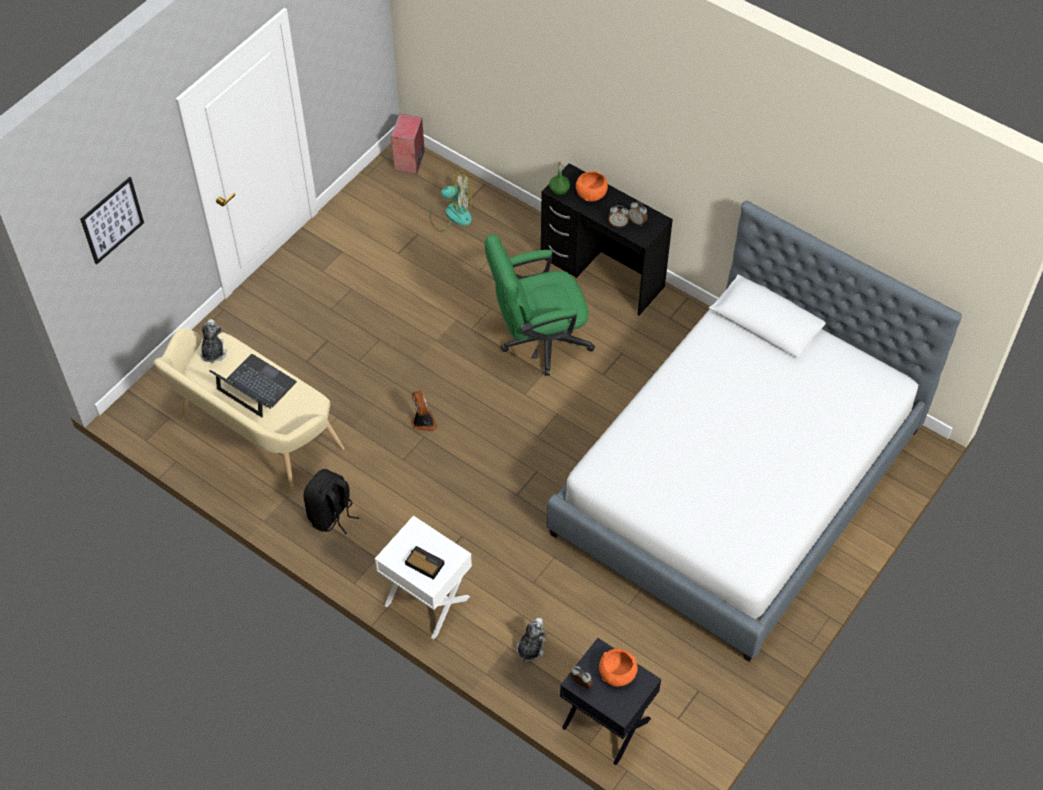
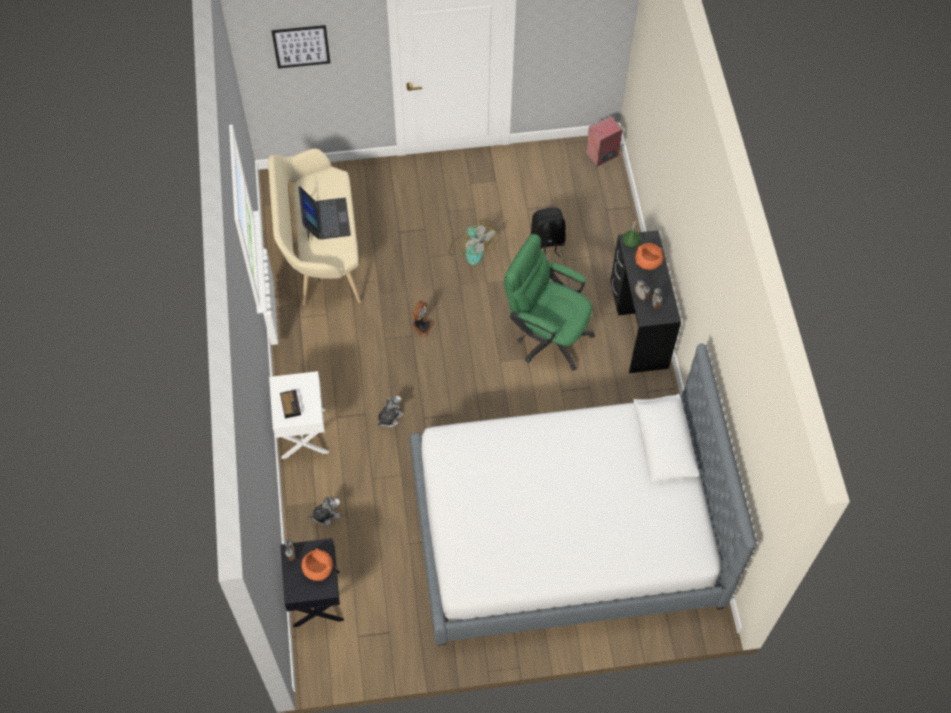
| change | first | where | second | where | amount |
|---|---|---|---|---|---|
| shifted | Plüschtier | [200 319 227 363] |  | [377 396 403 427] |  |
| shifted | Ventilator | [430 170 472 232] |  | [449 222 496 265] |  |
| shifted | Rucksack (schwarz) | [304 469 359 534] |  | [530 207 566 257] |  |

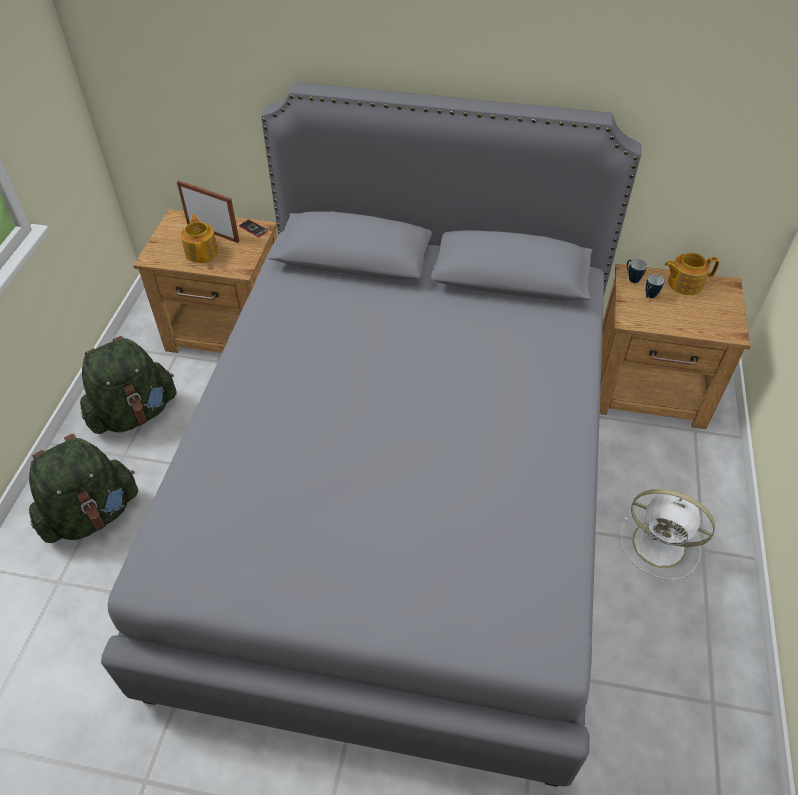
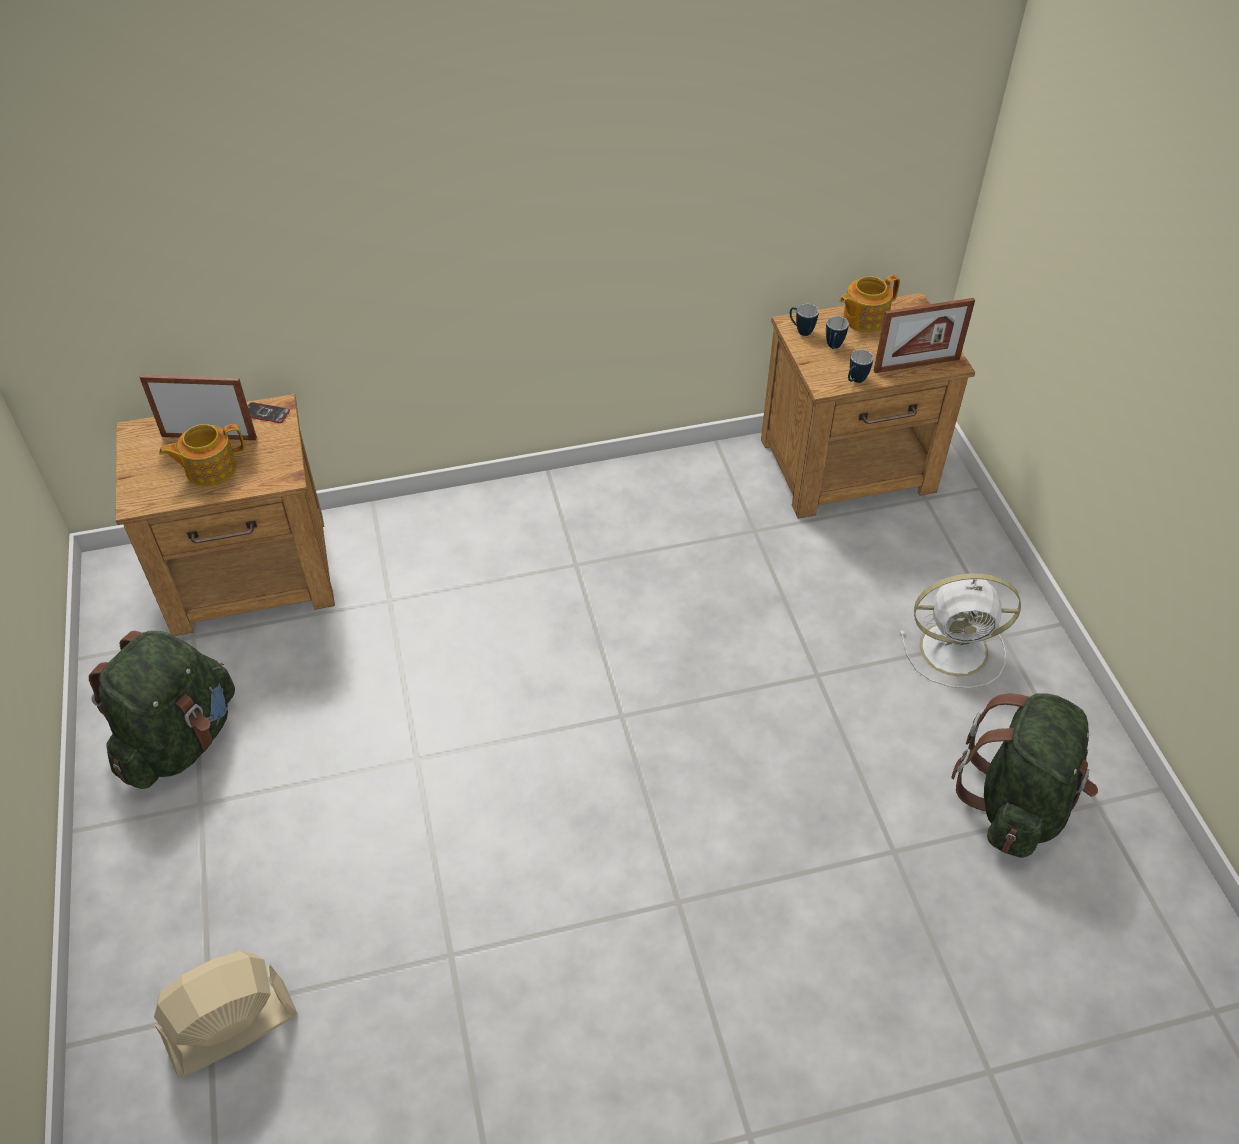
| change | first | where | second | where | amount |
|---|---|---|---|---|---|
| new |  |  | Ventilator (beige) | [154 951 297 1078] |  |
| rotated | Teekanne | [180 214 218 263] |  | [159 424 245 487] | 75 degrees counterclockwise |
| new |  |  | Henkelbecher | [848 350 874 383] |  |
| new |  |  | Bilderrahmen | [874 298 975 373] |  |
| shifted | Rucksack (grün) | [29 433 138 543] |  | [951 693 1098 858] |  |
| gone | Bett (grau) | [101 82 641 787] |  |  |  |

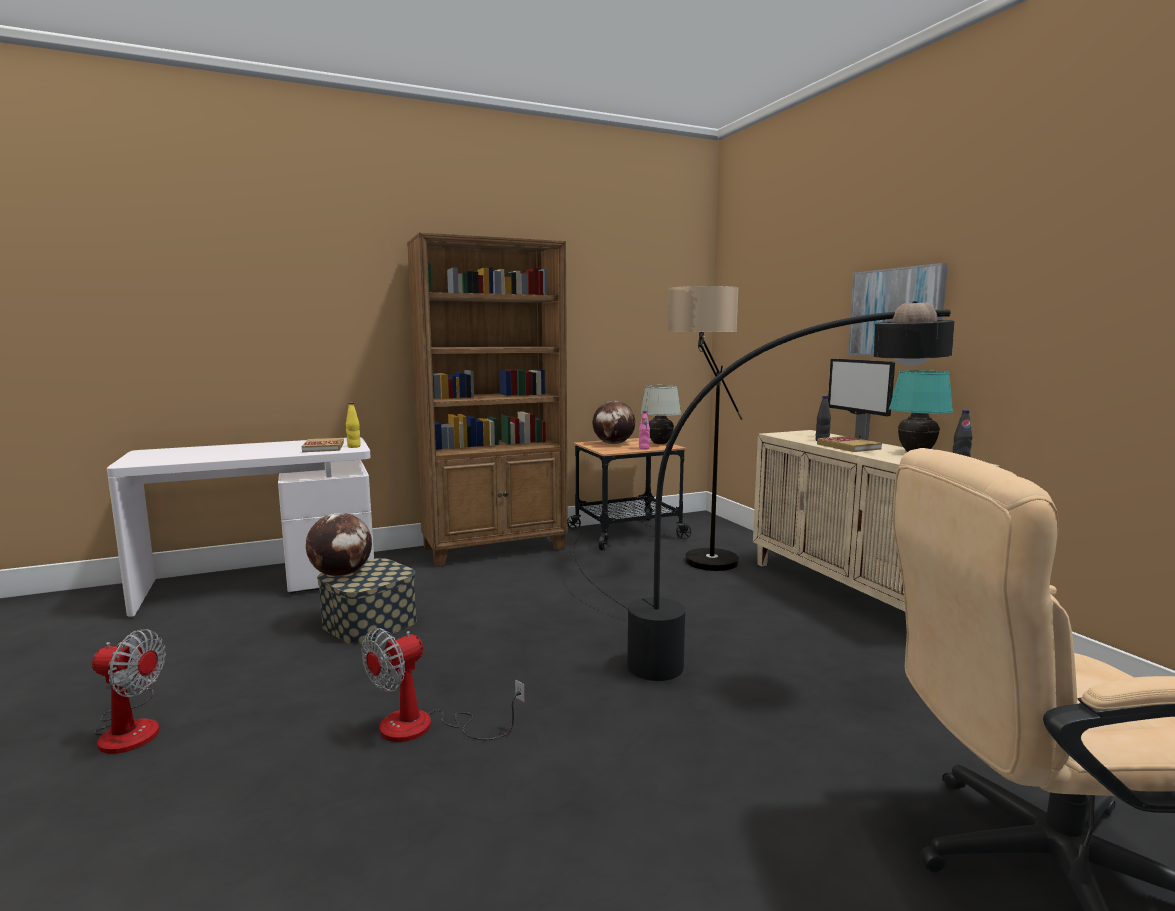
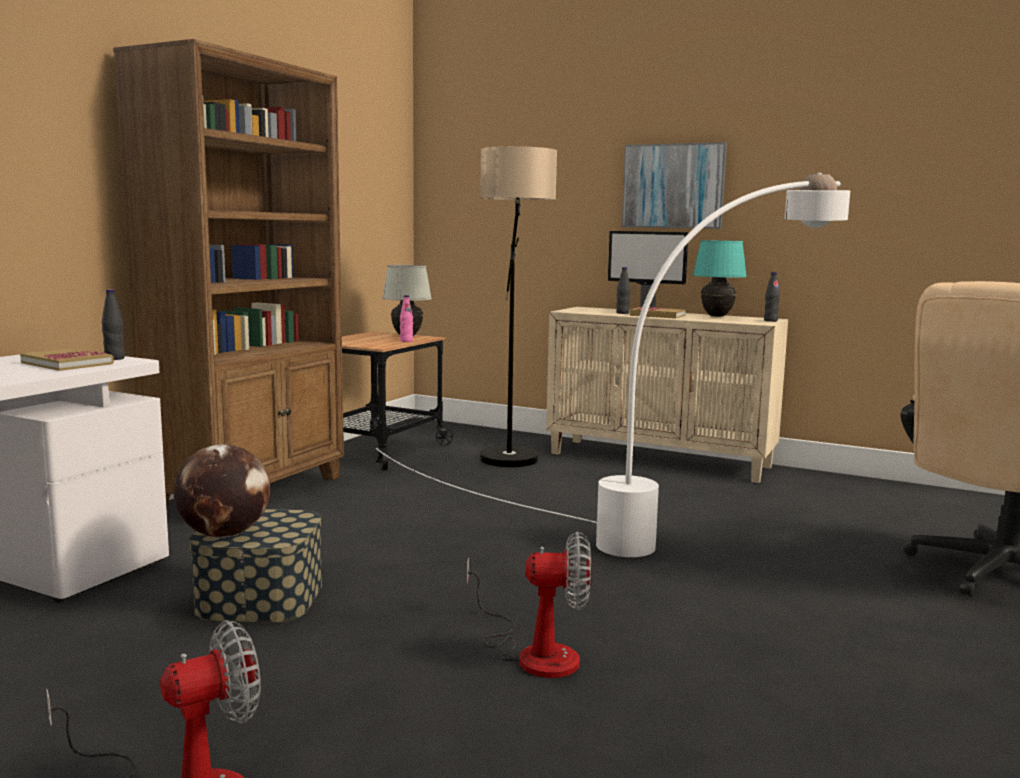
| change | first | where | second | where | amount |
|---|---|---|---|---|---|
| repainted | Flasche (gelb) | [346 402 361 448] | Flasche (schwarz) | [102 289 125 360] |  |
| repainted | Stehlampe (schwarz) | [574 301 954 681] | Stehlampe (weiß) | [376 173 850 557] |  |
| rotated | Ventilator | [362 628 525 742] |  | [467 531 592 678] | 90 degrees counterclockwise |
| gone | Globus | [592 401 635 444] |  |  |  |

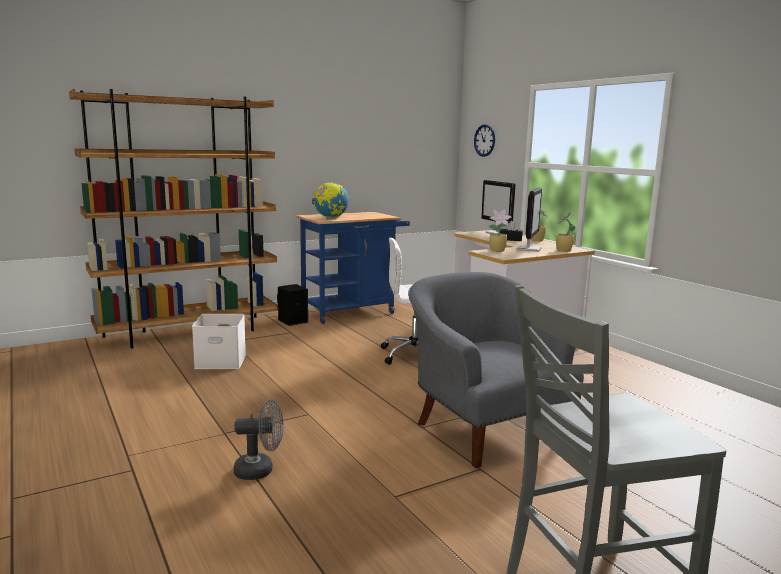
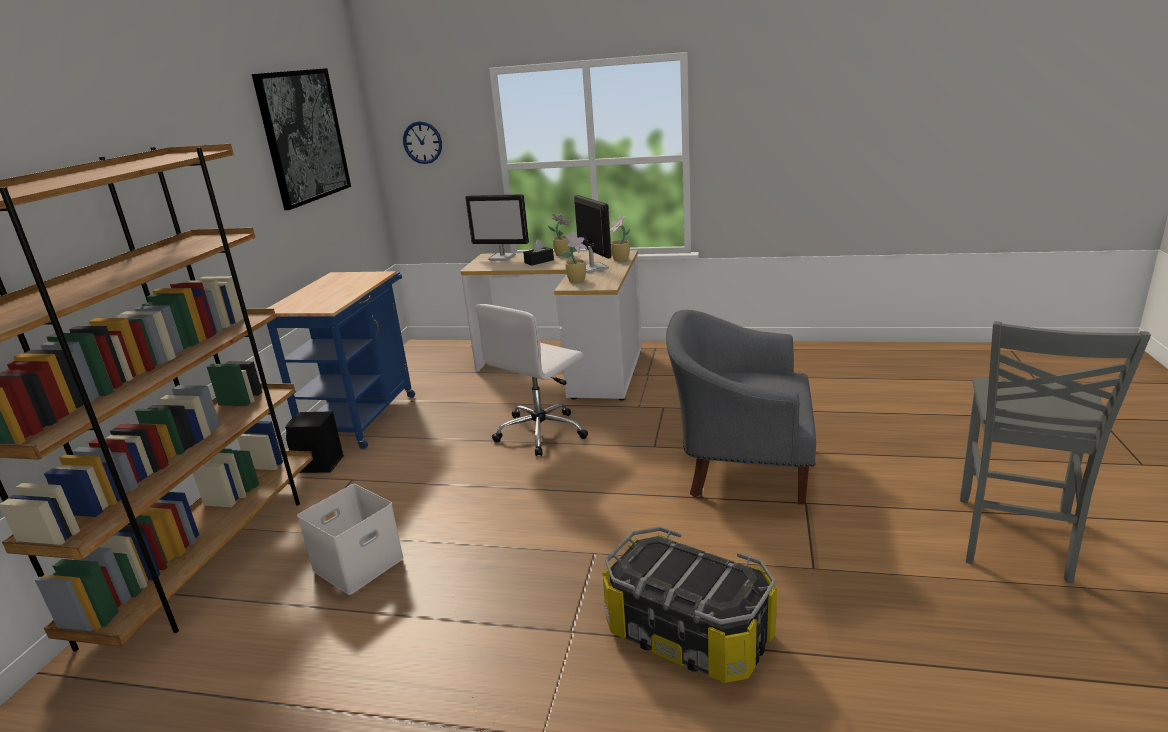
| change | first | where | second | where | amount |
|---|---|---|---|---|---|
| new |  |  | Bild | [252 68 351 210] |  |
| swapped | Ventilator (grau) | [234 399 283 480] | Aufbewahrungsbox | [603 527 777 683] |  |
| gone | Globus | [312 182 349 219] |  |  |  |

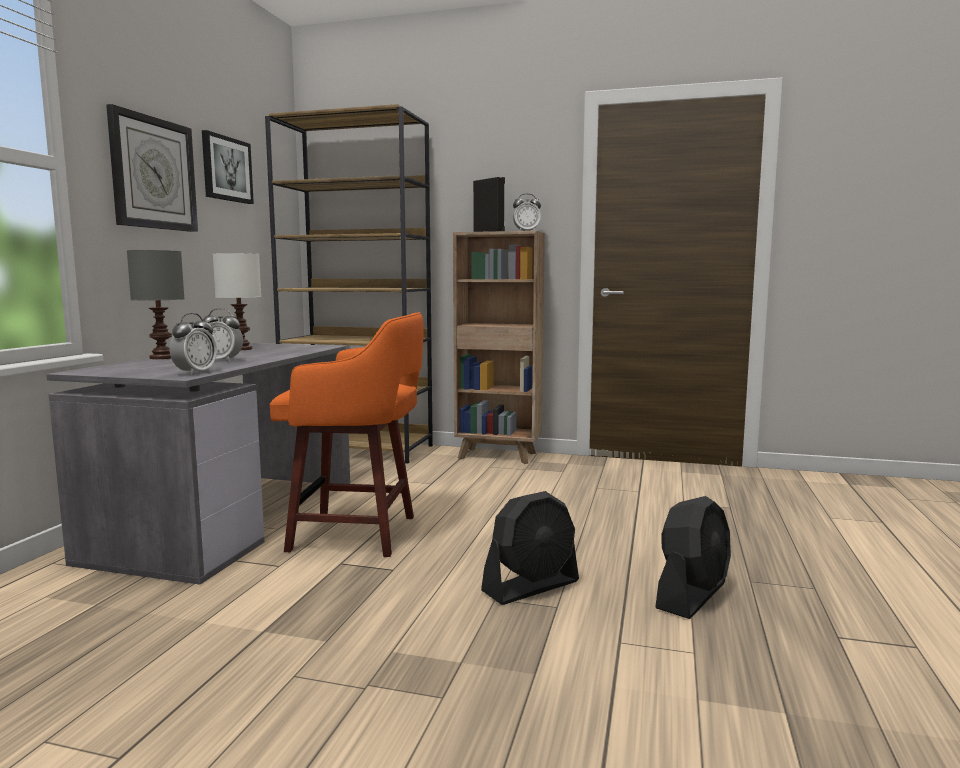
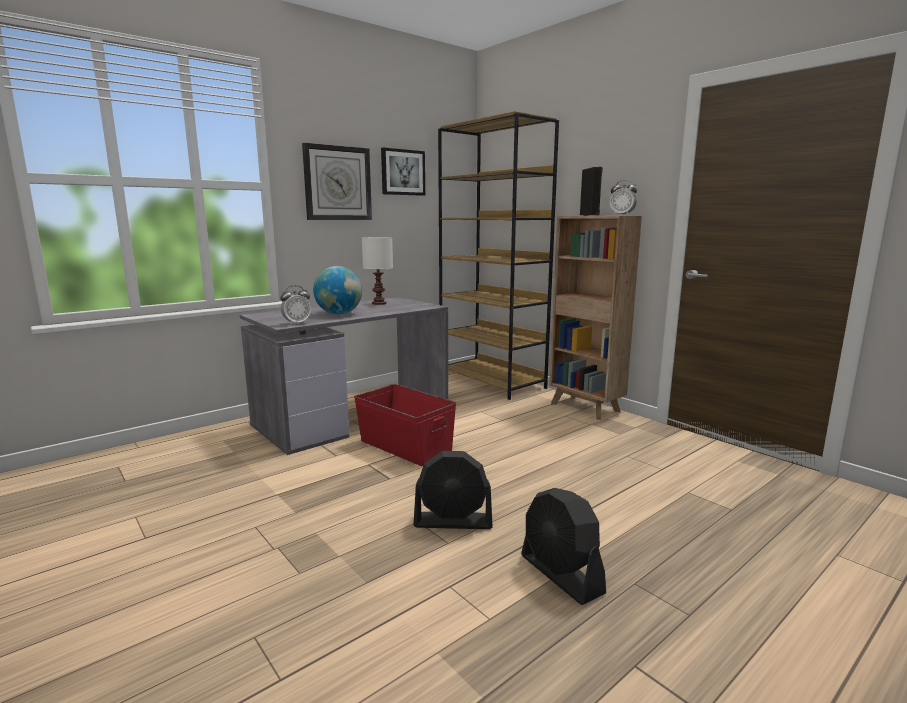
| change | first | where | second | where | amount |
|---|---|---|---|---|---|
| swapped | Wecker | [203 308 243 362] | Globus | [313 266 362 315] |  |
| swapped | Hocker (orange) | [270 312 424 557] | Aufbewahrungsbox (rot) | [354 384 456 466] |  |
| rotated | Ventilator (schwarz) | [655 496 731 619] |  | [521 488 606 605] | 75 degrees clockwise |
| gone | Tischlampe (grau) | [127 250 184 359] |  |  |  |

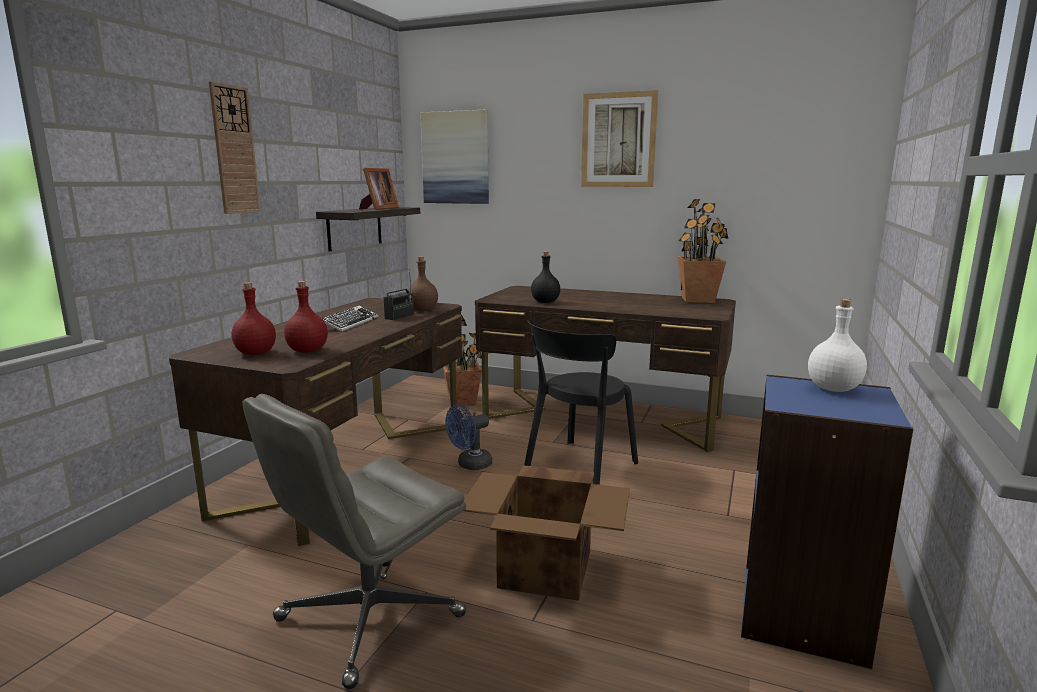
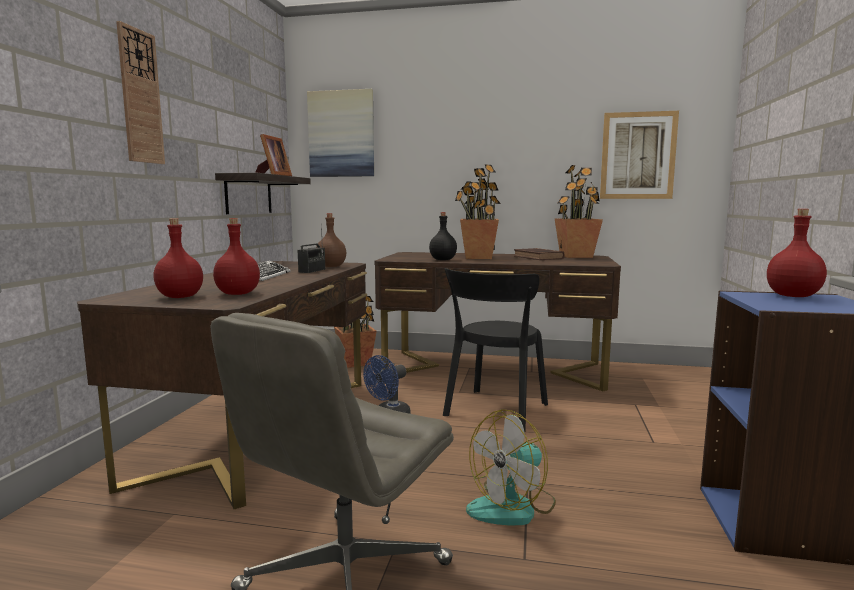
| change | first | where | second | where | amount |
|---|---|---|---|---|---|
| new |  |  | Topfpflanze | [455 164 501 259] |  |
| swapped | Karton | [464 465 630 601] | Ventilator | [466 409 556 526] |  |
| new |  |  | Buch (braun) | [514 248 564 260] |  |
| shifted | Bild | [581 90 658 187] |  | [600 111 679 199] |  |
| repainted | Flasche (weiß) | [808 299 867 392] | Flasche (rot) | [767 209 827 297] |  |

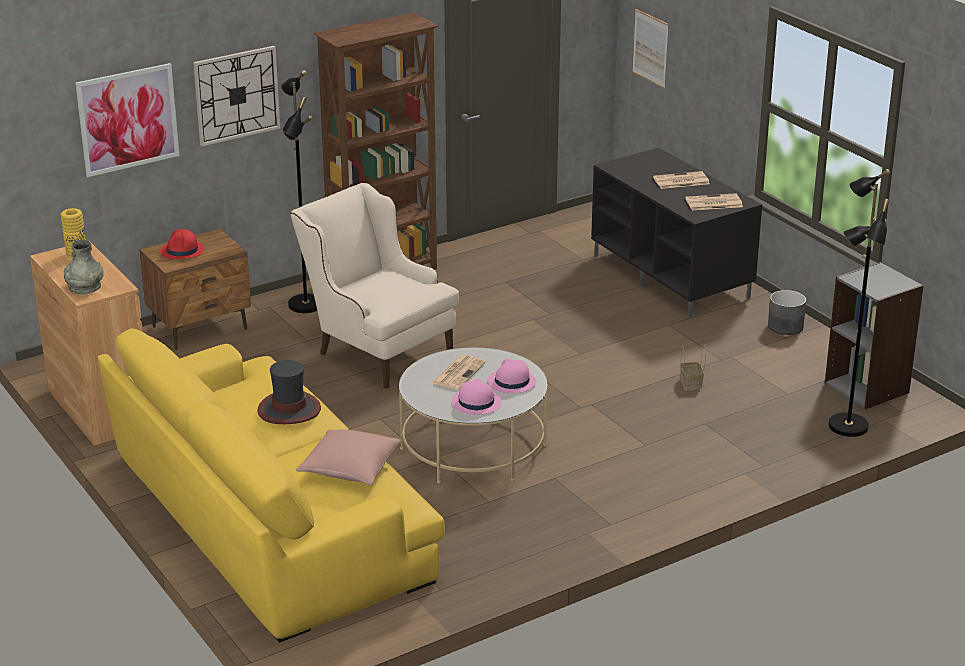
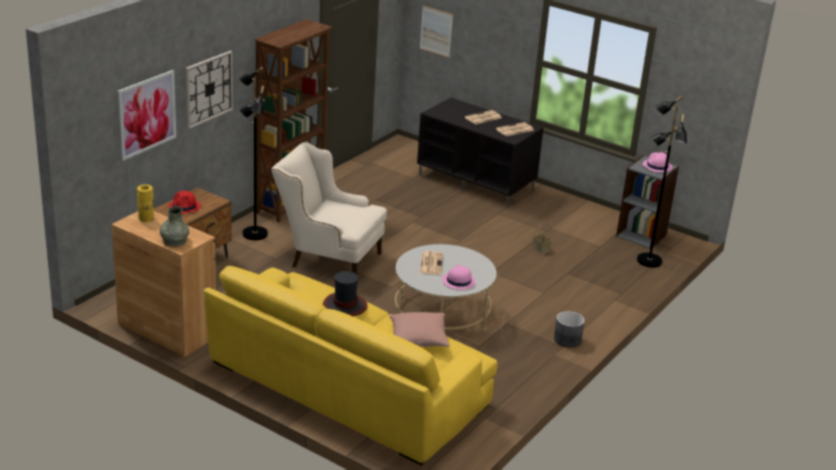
| change | first | where | second | where | amount |
|---|---|---|---|---|---|
| shifted | Pflanzkübel (grau) | [768 290 806 335] |  | [554 311 585 347] |  |
| shifted | Hut (rosa) | [488 359 536 393] |  | [643 152 673 172] |  |

